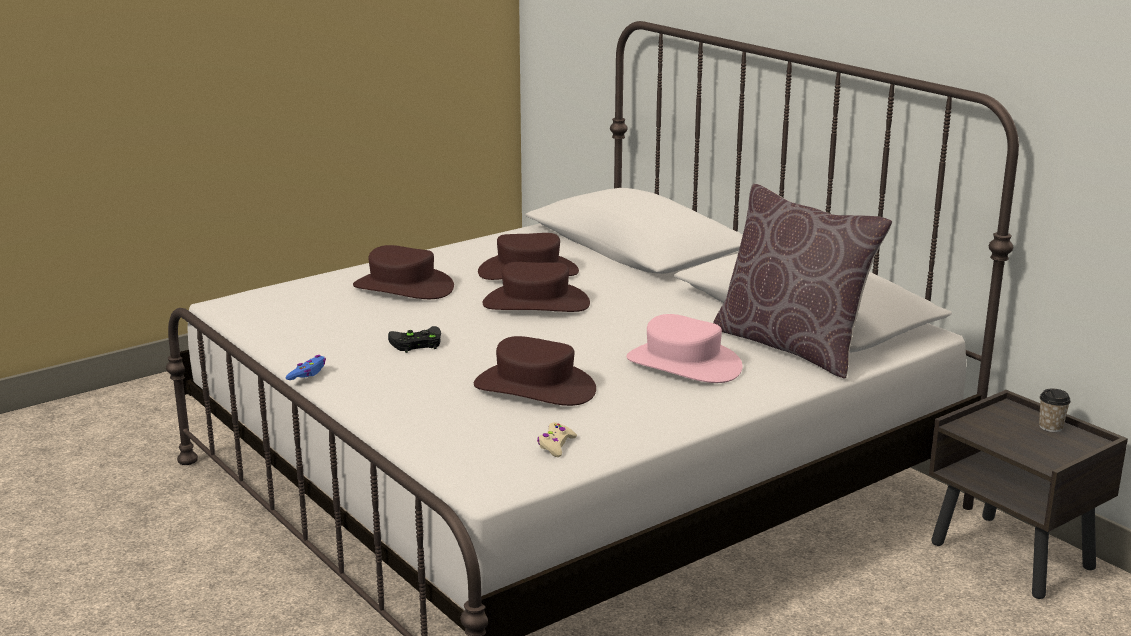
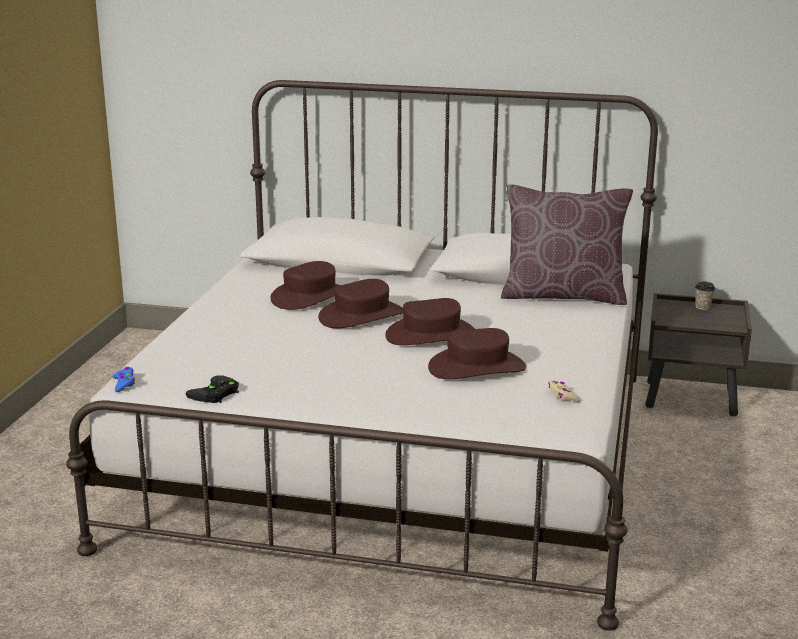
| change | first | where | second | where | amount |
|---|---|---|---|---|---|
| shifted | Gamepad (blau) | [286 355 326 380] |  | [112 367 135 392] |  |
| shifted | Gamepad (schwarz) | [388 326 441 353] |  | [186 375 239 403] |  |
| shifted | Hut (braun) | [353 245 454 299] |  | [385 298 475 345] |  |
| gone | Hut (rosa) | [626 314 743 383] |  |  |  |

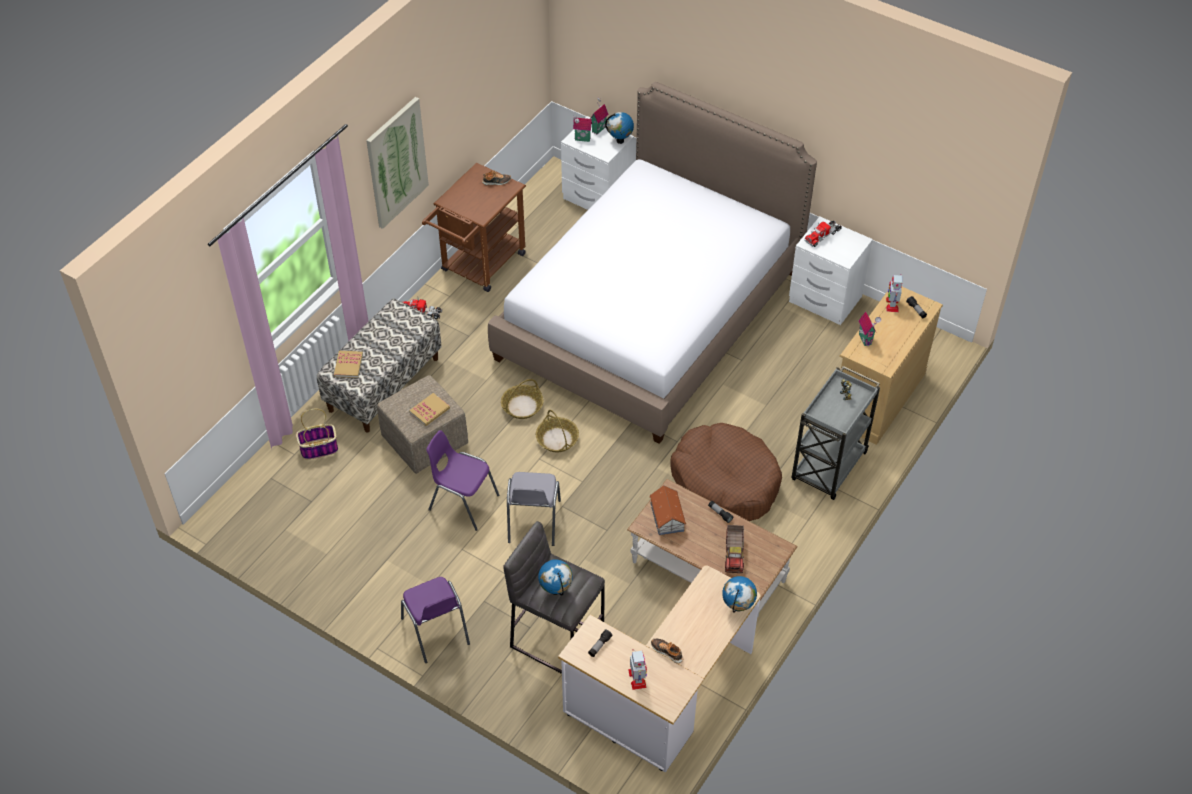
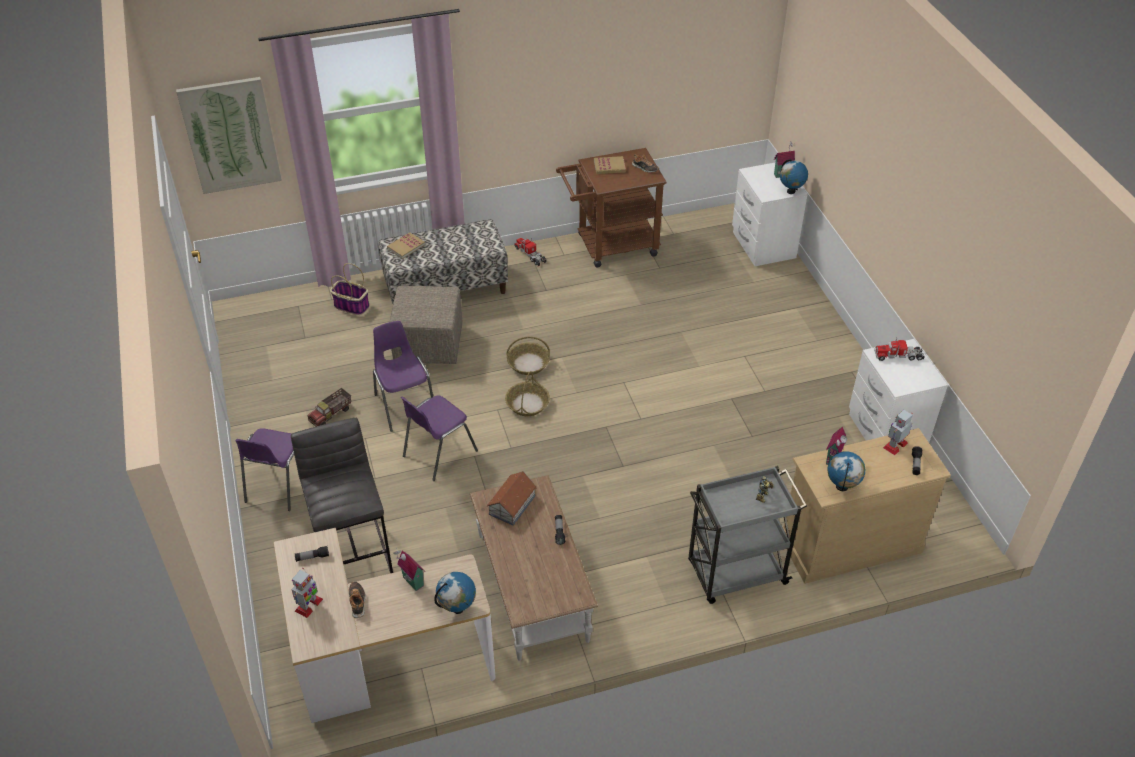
| change | first | where | second | where | amount |
|---|---|---|---|---|---|
| shifted | Bild | [366 97 429 229] |  | [176 77 282 194] |  |
| shifted | Spielzeuglaster | [725 525 744 573] |  | [307 388 351 426] |  |
| shifted | Spielzeughaus | [573 115 592 142] |  | [394 550 424 591] |  |
| repainted | Stuhl (grau) | [507 472 561 546] | Stuhl (lila) | [401 395 478 481] |  |
| shifted | Buch | [409 393 450 426] |  | [594 156 626 174] |  |
| shifted | Globus | [538 559 573 596] |  | [827 451 865 491] |  |
| gone | Bett | [488 82 817 444] |  |  |  |
| gone | Hundebett (braun) | [670 423 782 521] |  |  |  |

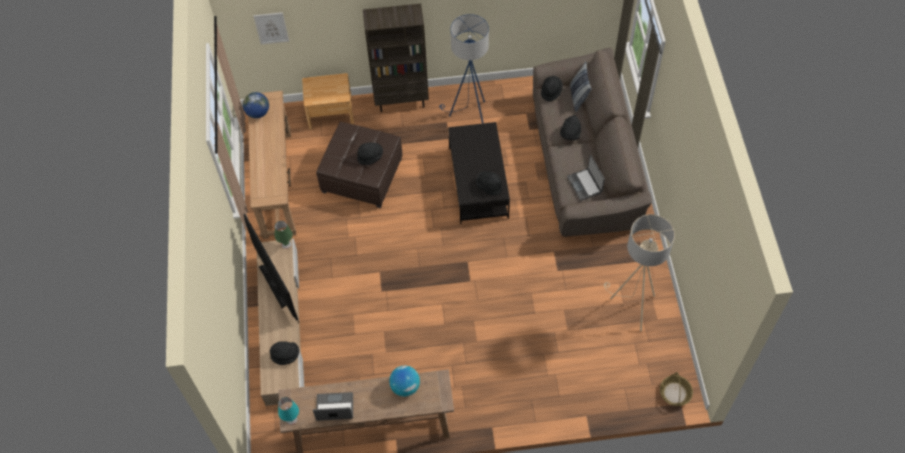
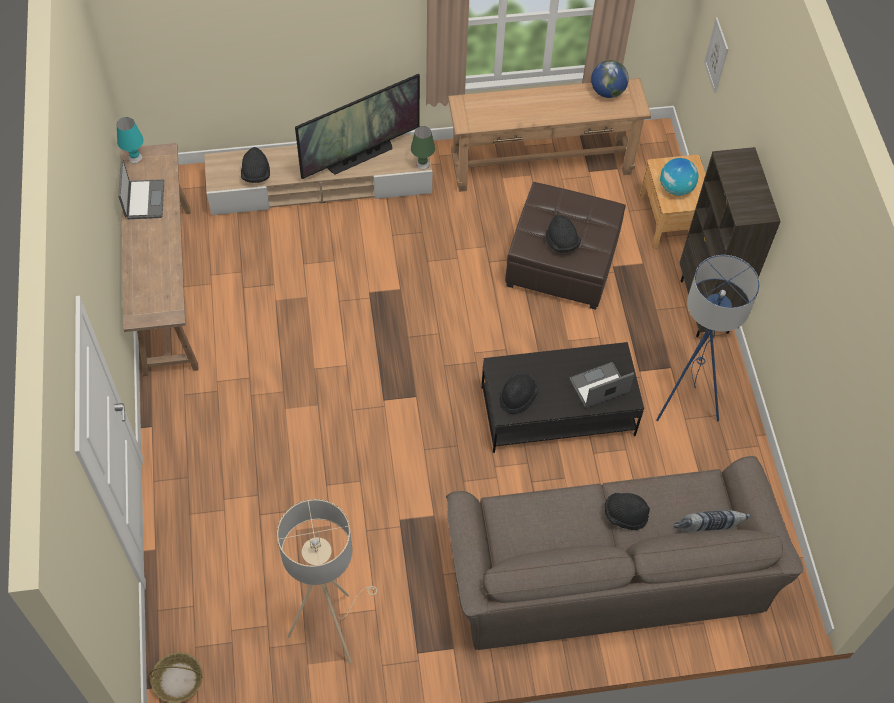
| change | first | where | second | where | amount |
|---|---|---|---|---|---|
| shifted | Laptop | [567 155 605 201] |  | [570 362 635 408] |  |
| shifted | Globus | [389 365 420 397] |  | [660 158 699 196] |  |
| gone | Hut (schwarz) | [541 76 563 101] |  |  |  |

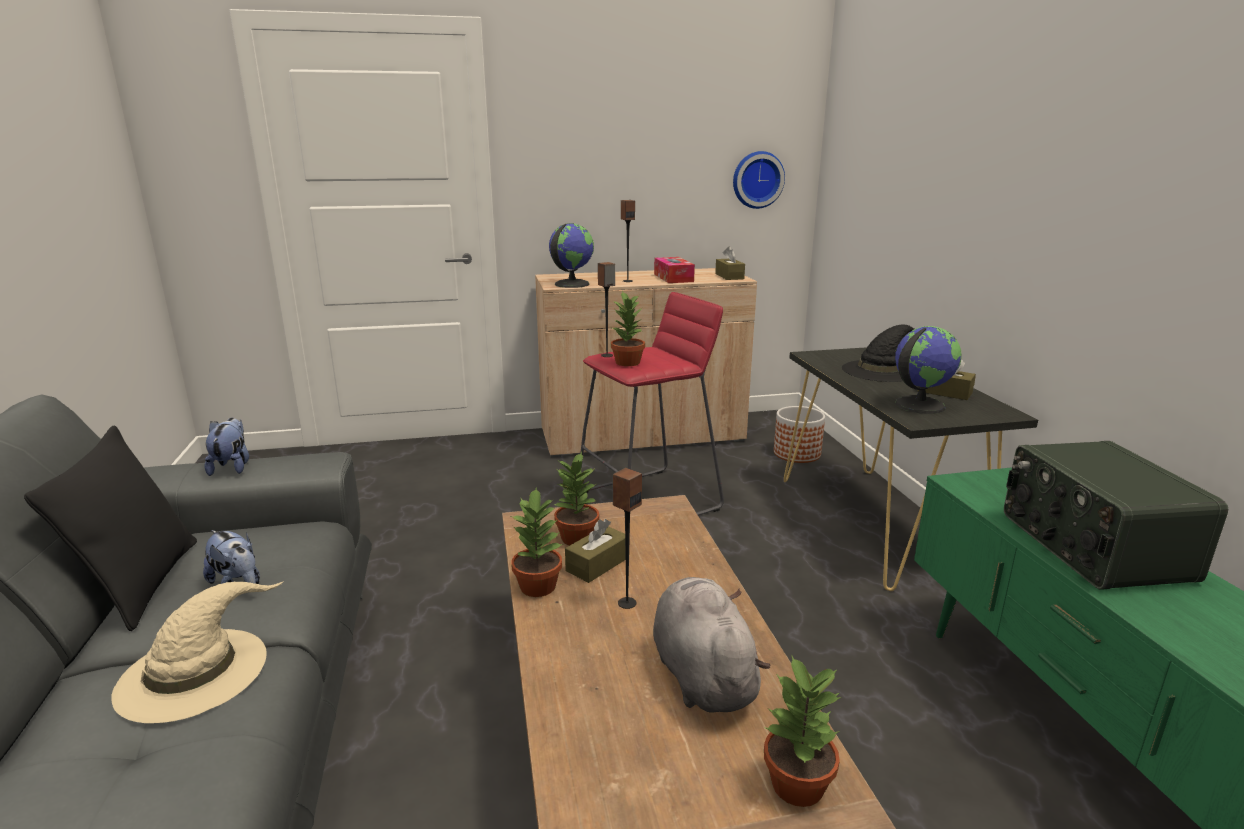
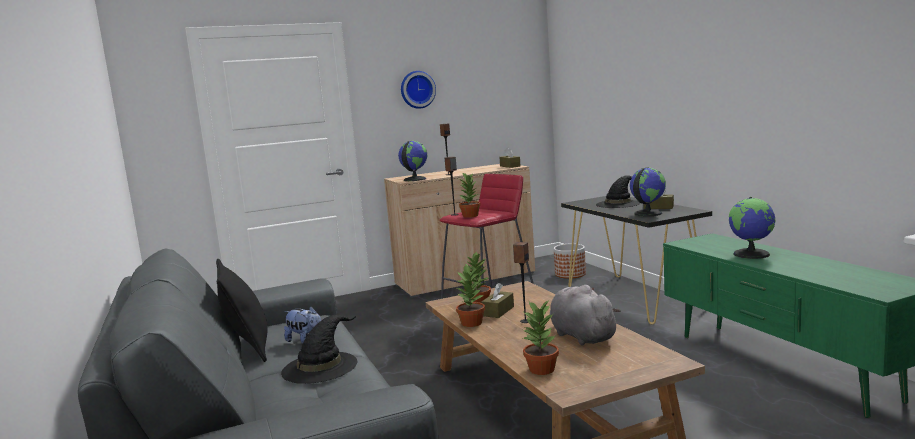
| change | first | where | second | where | amount |
|---|---|---|---|---|---|
| repainted | Hut (beige) | [111 581 284 723] | Hut (schwarz) | [281 315 357 384] |  |
| shifted | Wanduhr | [733 151 785 209] |  | [401 71 436 109] |  |
| shifted | Topfpflanze | [764 656 841 807] |  | [523 299 559 375] |  |
| swapped | Radio | [1004 441 1228 590] | Globus | [729 197 776 259] |  |
| gone | Plüschtier | [204 418 249 476] |  |  |  |
| gone | Taschentuchbox | [654 257 695 283] |  |  |  |

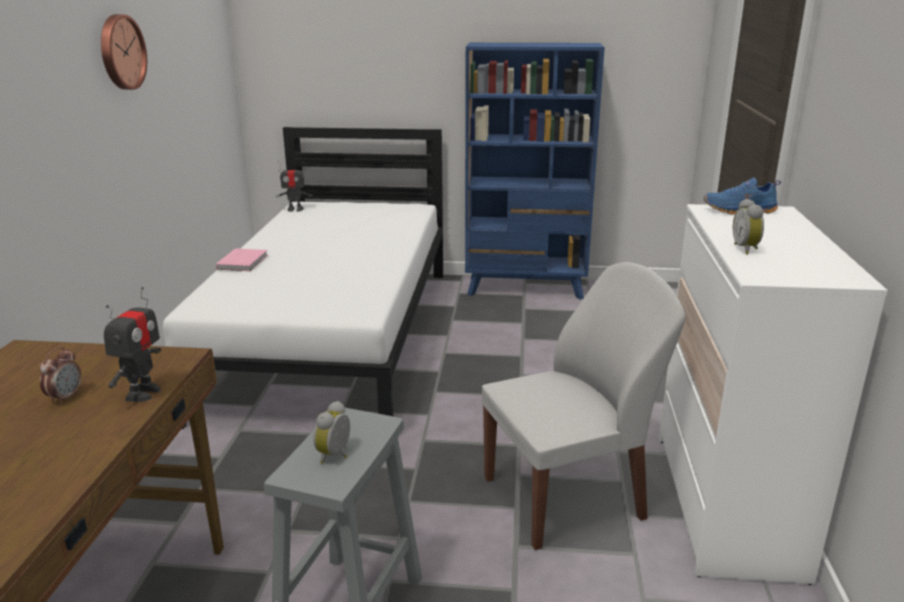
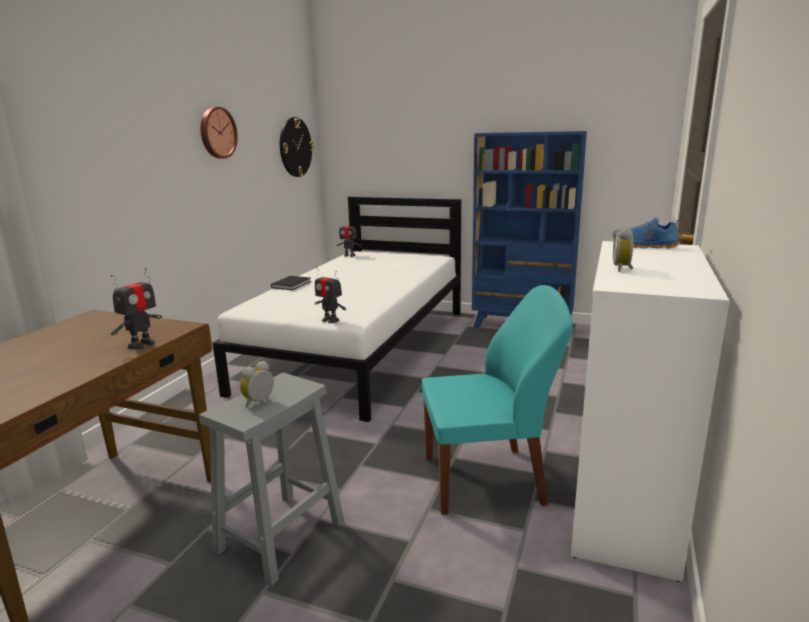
| change | first | where | second | where | amount |
|---|---|---|---|---|---|
| repainted | Buch (rosa) | [216 248 268 271] | Buch (schwarz) | [271 276 311 290] |  |
| new |  |  | Wanduhr | [280 117 314 177] |  |
| new |  |  | Spielzeugroboter | [315 271 346 323] |  |
| repainted | Stuhl (weiß) | [482 262 686 550] | Stuhl (türkis) | [422 285 573 515] |  |
| gone | Wecker | [40 347 81 404] |  |  |  |

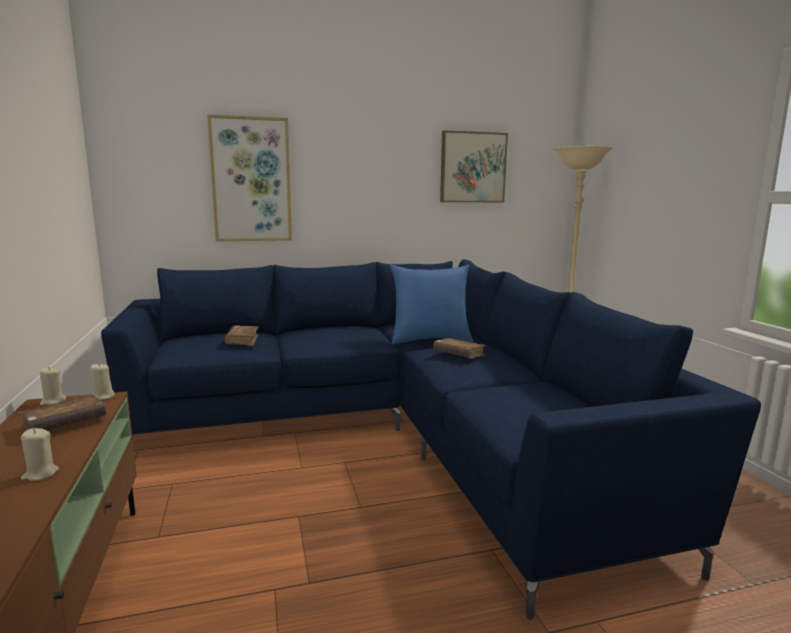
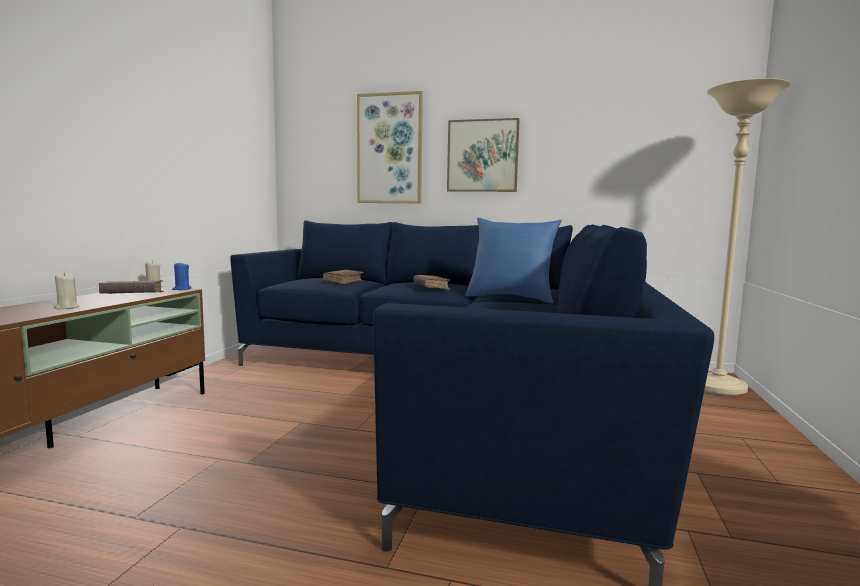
| change | first | where | second | where | amount |
|---|---|---|---|---|---|
| repainted | Kerze (beige) | [90 363 115 400] | Kerze (blau) | [172 263 192 290] |  |
| shifted | Buch (braun) | [433 338 486 358] |  | [413 275 451 290] |  |
| shifted | Bild | [440 130 508 202] |  | [447 118 520 192] |  |

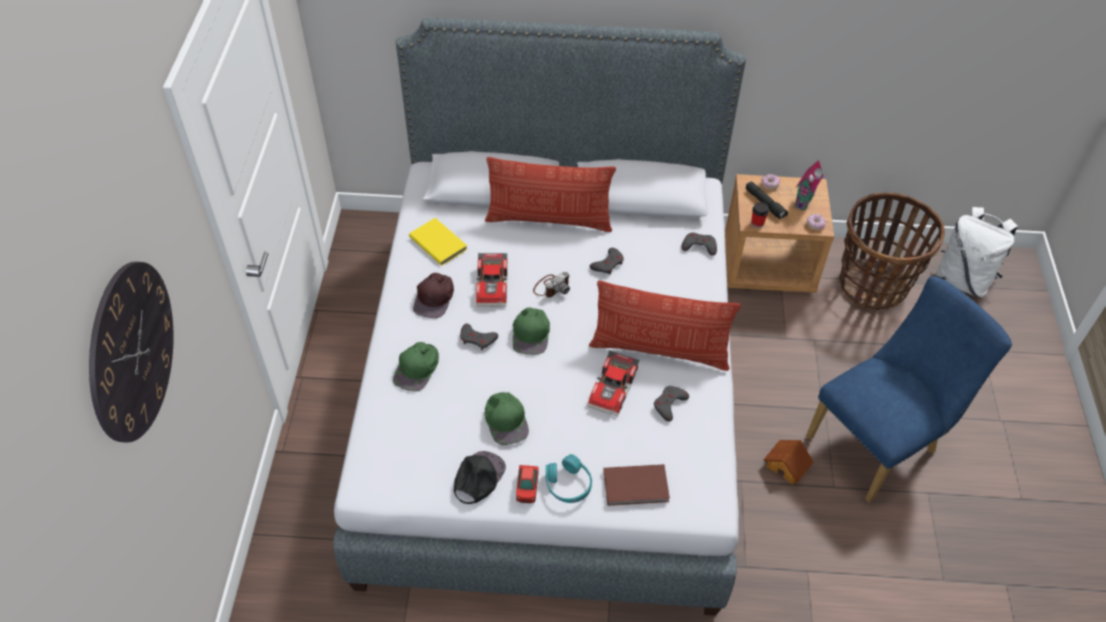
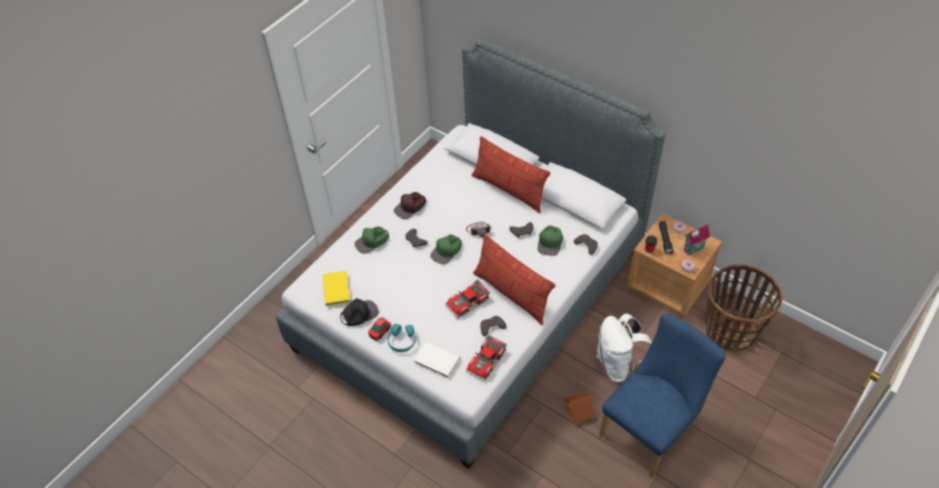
| change | first | where | second | where | amount |
|---|---|---|---|---|---|
| shifted | Buch (gelb) | [409 218 468 266] |  | [323 271 350 306] |  |
| repainted | Buch (braun) | [603 464 670 506] | Buch (weiß) | [413 342 460 378] |  |
| shifted | Spielzeugauto | [476 253 508 306] |  | [466 335 507 382] |  |
| shifted | Kappe (grün) | [485 392 529 445] |  | [537 226 563 256] |  |
| shifted | Rucksack (weiß) | [936 207 1018 297] |  | [596 314 652 382] |  |
| rotated | Stuhl (blau) | [806 276 1012 503] |  | [599 314 726 477] | 45 degrees counterclockwise |
| gone | Wanduhr | [89 262 174 443] |  |  |  |

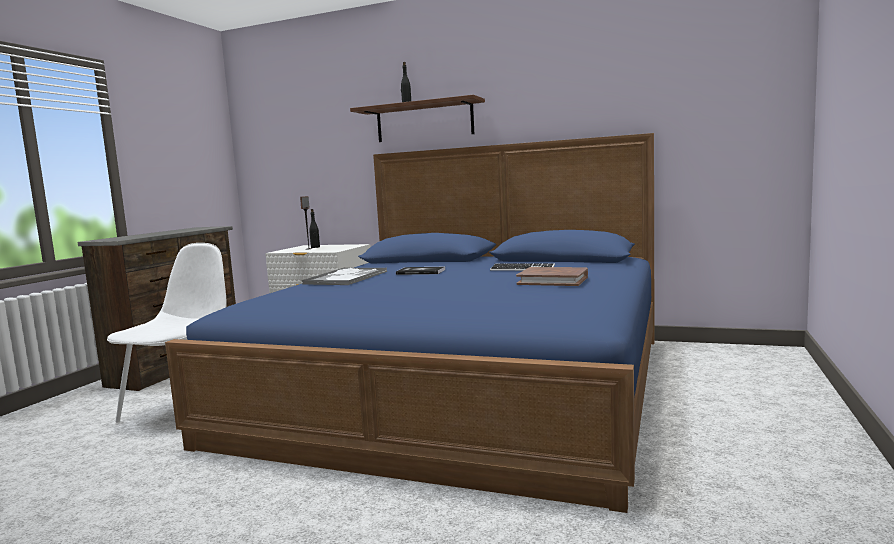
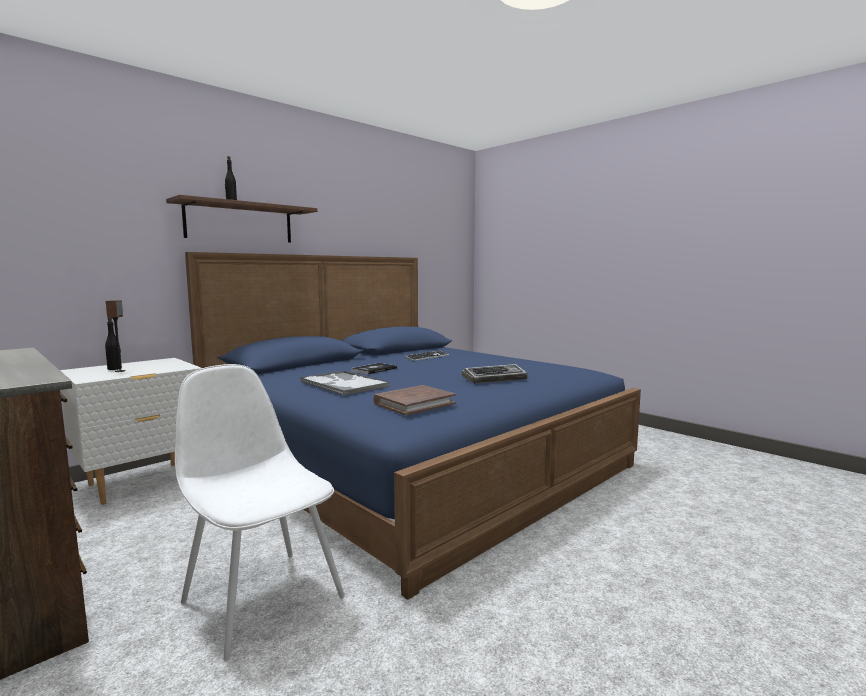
| change | first | where | second | where | amount |
|---|---|---|---|---|---|
| shifted | Buch (braun) | [516 267 588 286] |  | [373 385 456 415] |  |
| new |  |  | Tastatur | [462 364 527 384] |  |

